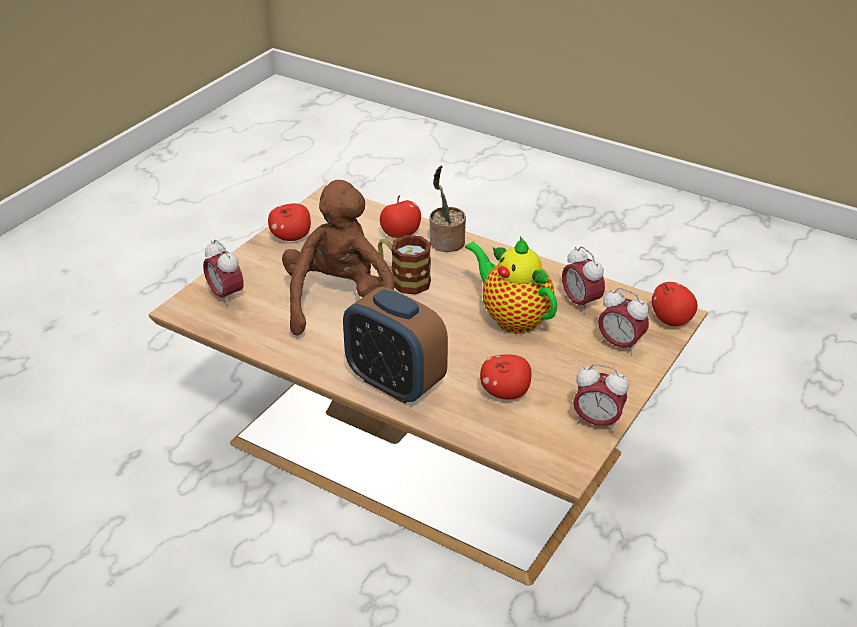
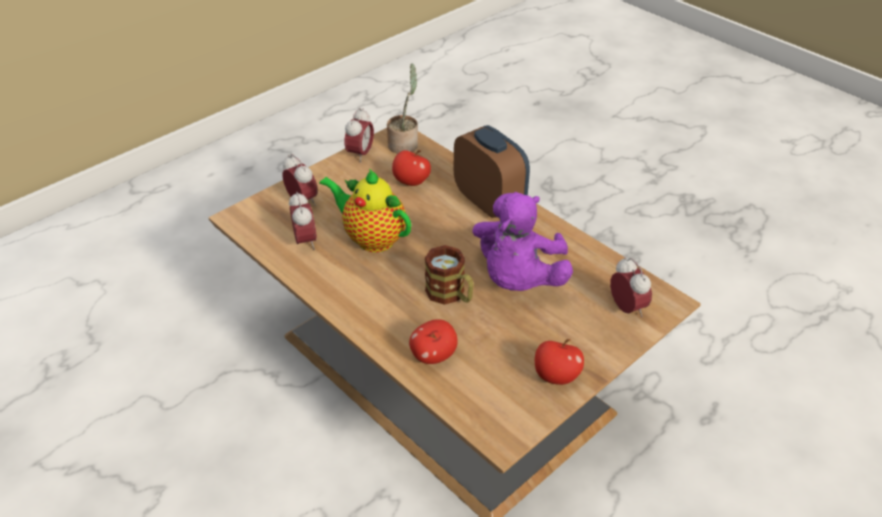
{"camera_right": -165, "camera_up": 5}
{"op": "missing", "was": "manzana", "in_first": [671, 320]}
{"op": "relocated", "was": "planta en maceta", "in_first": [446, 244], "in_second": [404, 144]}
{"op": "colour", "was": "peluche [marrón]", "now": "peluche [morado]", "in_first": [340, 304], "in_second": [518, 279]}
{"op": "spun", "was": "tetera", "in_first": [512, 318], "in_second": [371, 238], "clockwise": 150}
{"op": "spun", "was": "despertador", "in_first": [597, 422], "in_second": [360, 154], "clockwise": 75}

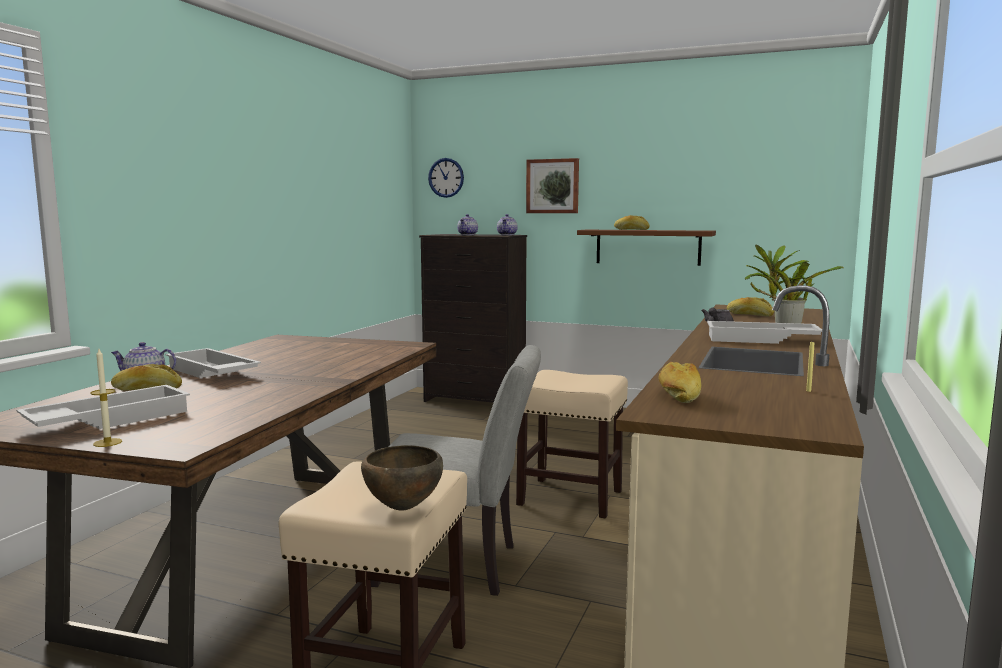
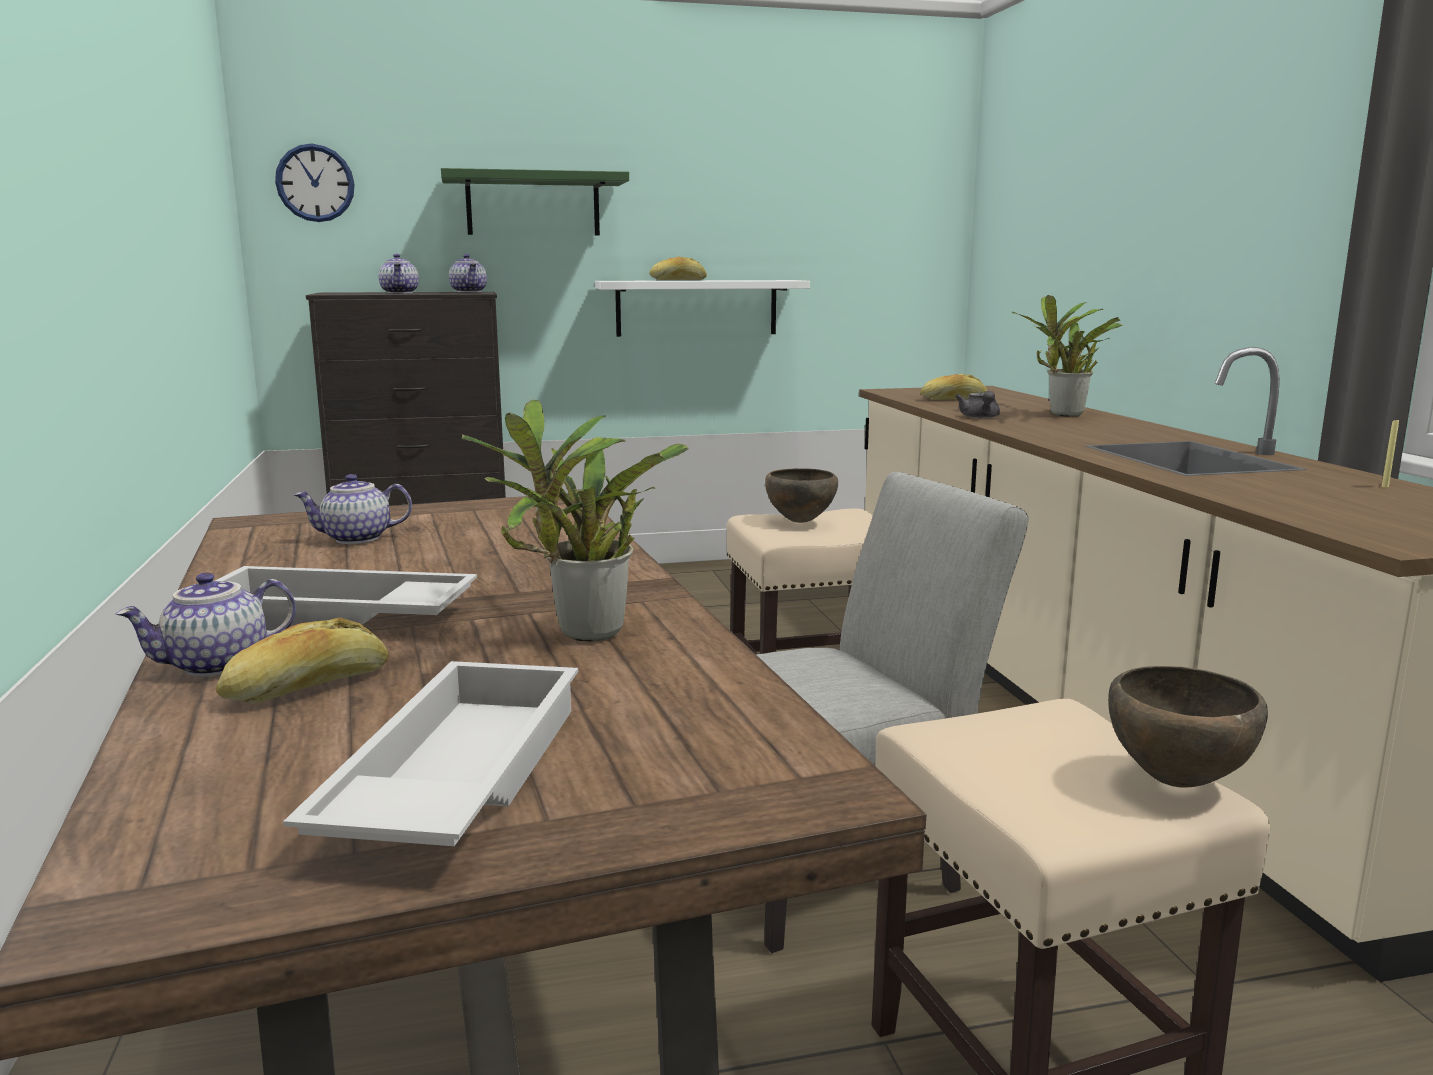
{"camera_right": -35, "camera_up": 5}
{"op": "missing", "was": "vela", "in_first": [107, 442]}
{"op": "missing", "was": "pan", "in_first": [678, 396]}
{"op": "missing", "was": "bandeja [blanco]", "in_first": [761, 340]}
{"op": "appeared", "now": "tetera", "in_second": [356, 539]}
{"op": "appeared", "now": "planta en maceta", "in_second": [583, 635]}
{"op": "appeared", "now": "cuenco [marrón]", "in_second": [799, 522]}
{"op": "exchanged", "was": "cuadro", "now": "estante [verde]", "in_first": [553, 186], "in_second": [533, 205]}
{"op": "colour", "was": "estante [marrón]", "now": "estante [blanco]", "in_first": [647, 247], "in_second": [697, 308]}

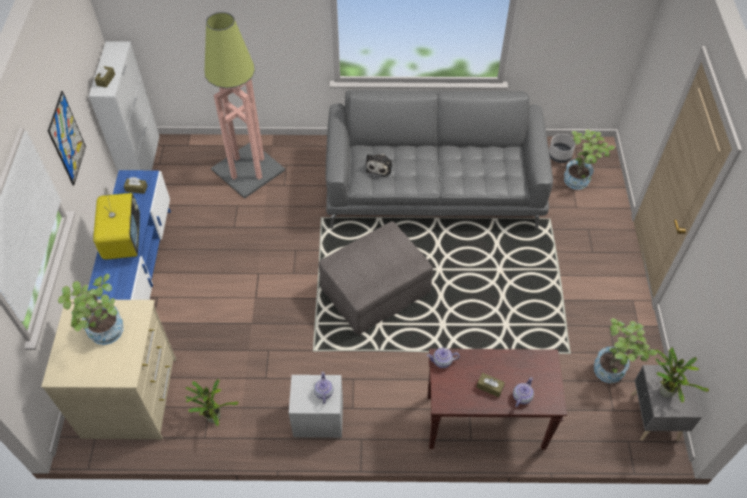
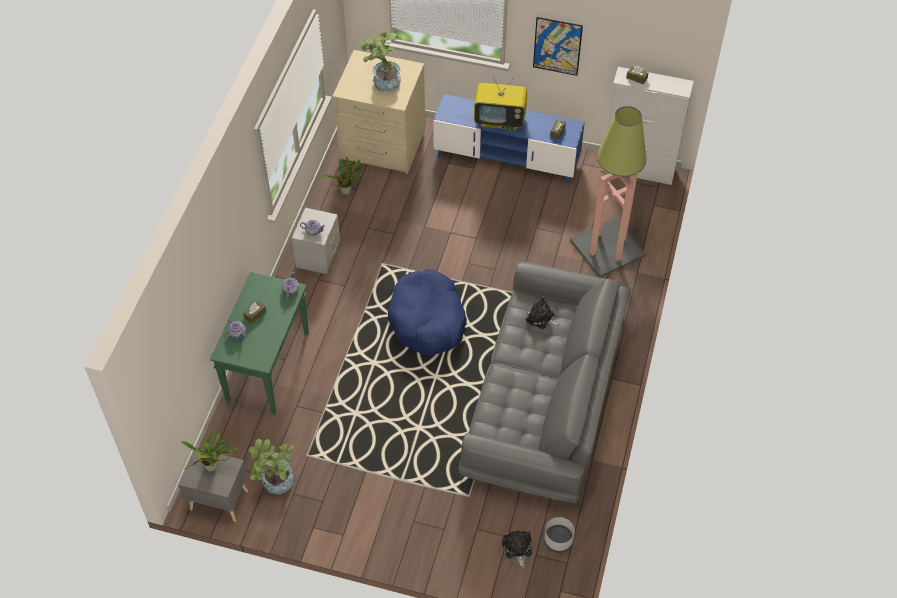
{"camera_right": 105, "camera_up": 0}
{"op": "exchanged", "was": "puf [gris]", "now": "cama para perro [azul]", "in_first": [375, 291], "in_second": [427, 320]}
{"op": "exchanged", "was": "planta en maceta", "now": "peluche", "in_first": [580, 179], "in_second": [517, 549]}
{"op": "colour", "was": "mesa consola [marrón]", "now": "mesa consola [verde]", "in_first": [484, 423], "in_second": [268, 366]}

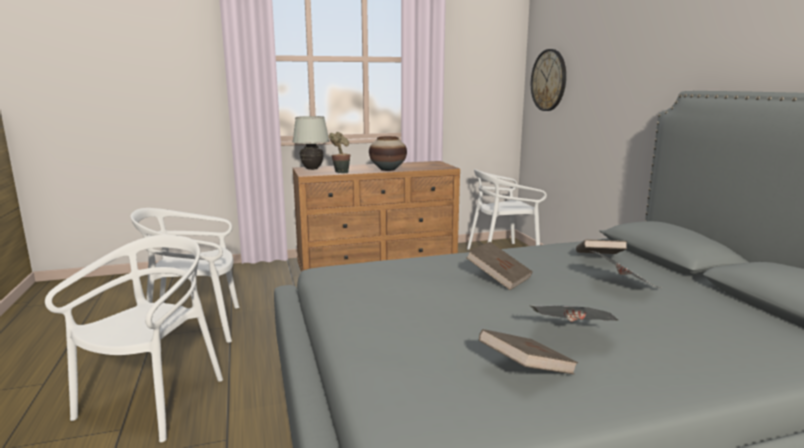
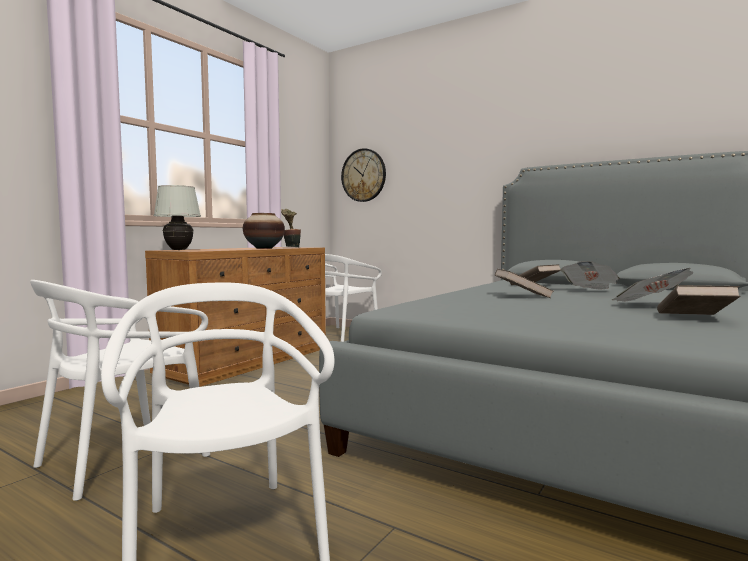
{"camera_right": -40, "camera_up": -10}
{"op": "relocated", "was": "planta en maceta", "in_first": [340, 172], "in_second": [291, 247]}

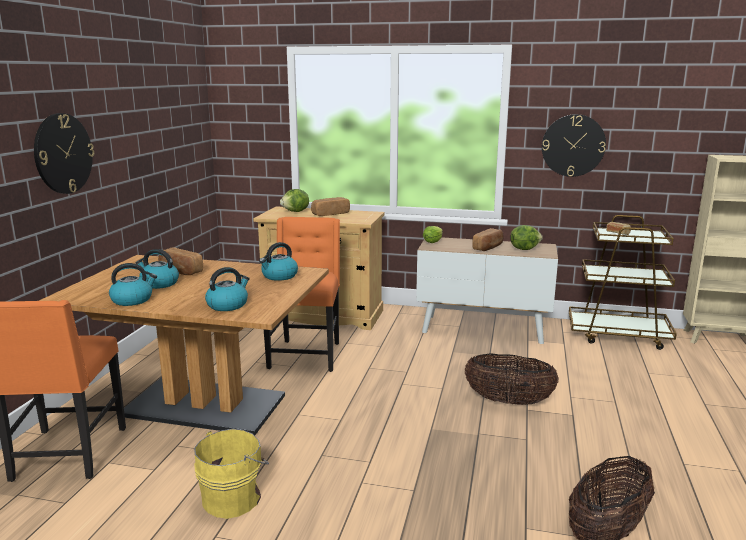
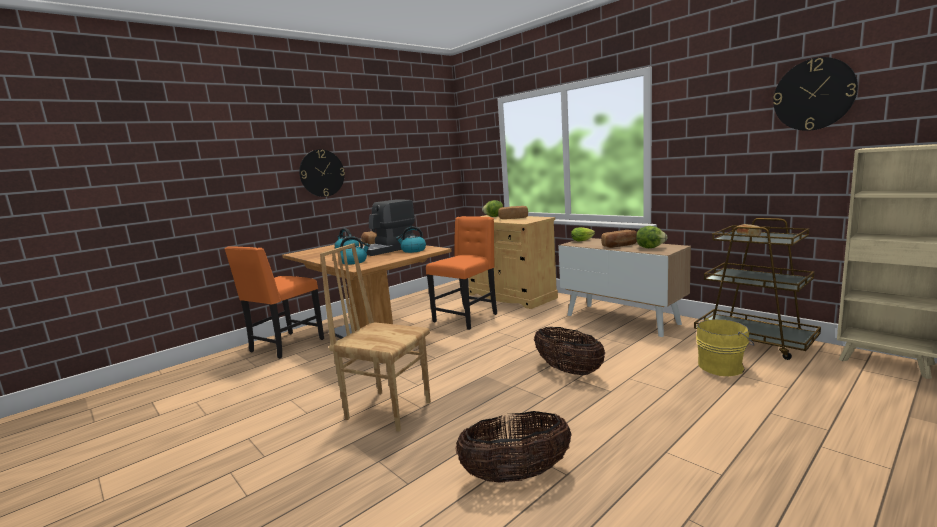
{"camera_right": 35, "camera_up": -5}
{"op": "missing", "was": "hervidor", "in_first": [133, 300]}
{"op": "appeared", "now": "silla [marrón]", "in_second": [388, 409]}
{"op": "appeared", "now": "cafetera", "in_second": [388, 249]}
{"op": "relocated", "was": "cubo [amarillo]", "in_first": [234, 497], "in_second": [723, 366]}
{"op": "relocated", "was": "reloj de pared", "in_first": [573, 145], "in_second": [813, 94]}

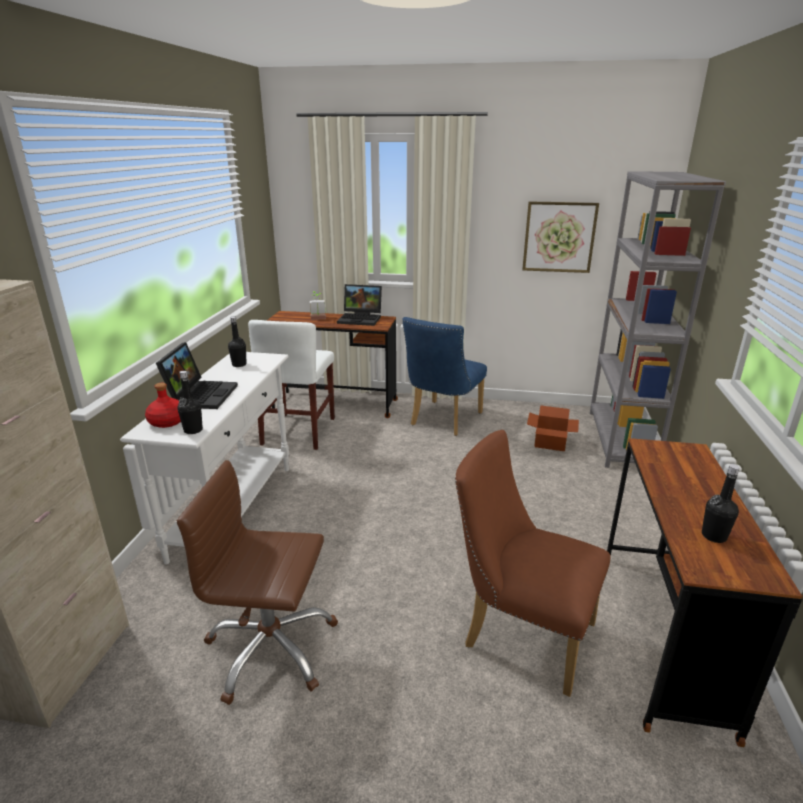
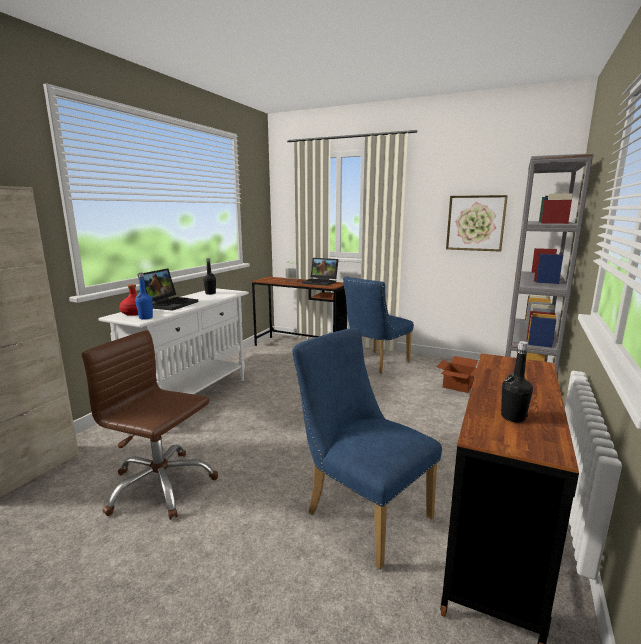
{"camera_right": 15, "camera_up": -10}
{"op": "missing", "was": "silla [blanco]", "in_first": [299, 431]}
{"op": "colour", "was": "botella [negro]", "now": "botella [azul]", "in_first": [193, 430], "in_second": [146, 318]}
{"op": "colour", "was": "silla [marrón]", "now": "silla [azul]", "in_first": [520, 632], "in_second": [361, 511]}

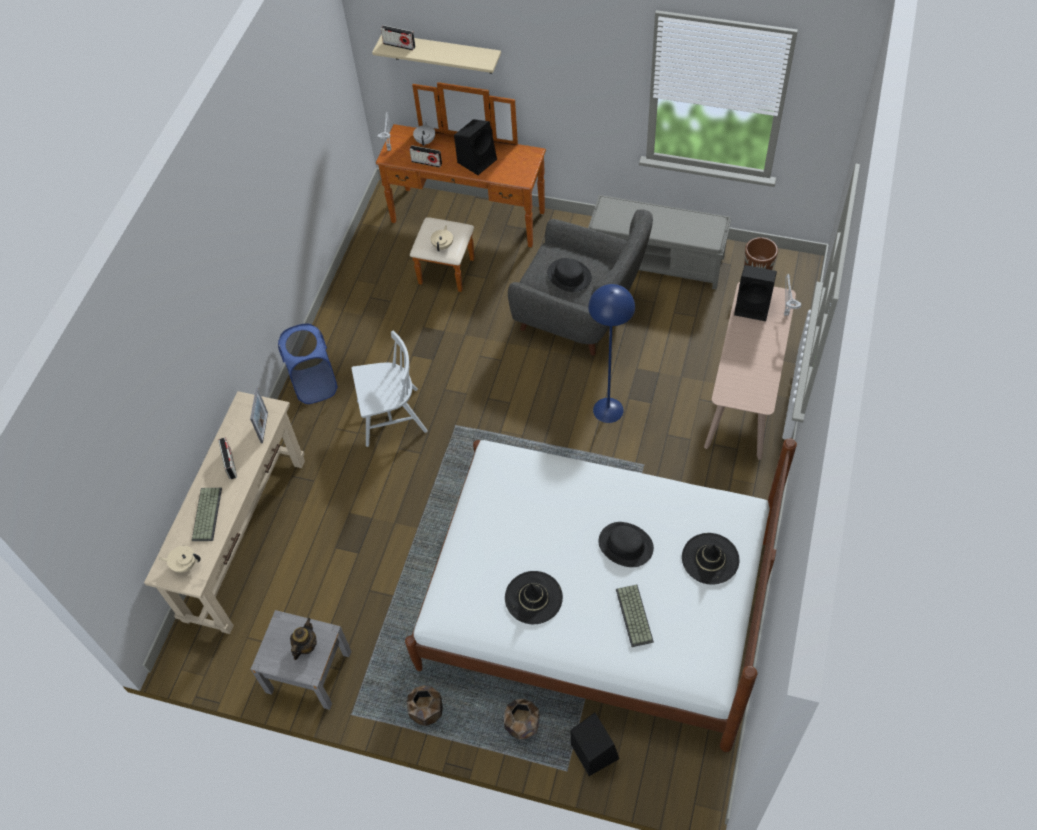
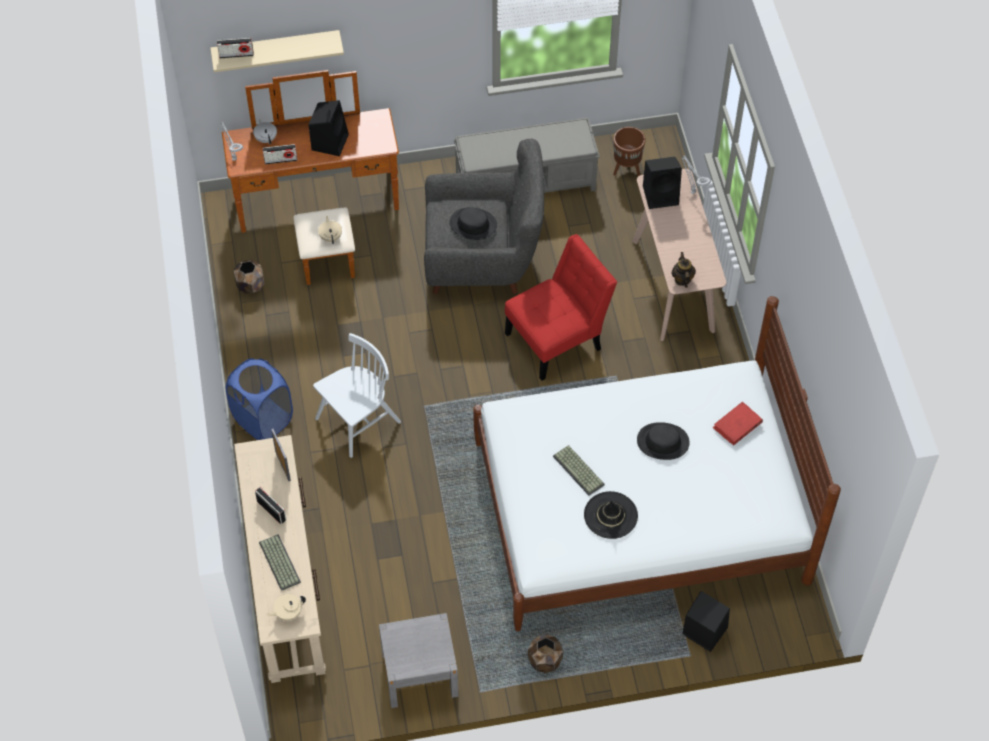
{"camera_right": -30, "camera_up": 0}
{"op": "relocated", "was": "tetera", "in_first": [305, 646], "in_second": [682, 279]}
{"op": "relocated", "was": "maceta [marrón]", "in_first": [522, 724], "in_second": [250, 285]}
{"op": "relocated", "was": "teclado", "in_first": [635, 616], "in_second": [579, 470]}
{"op": "exchanged", "was": "lámpara de pie [azul]", "now": "silla [rojo]", "in_first": [608, 410], "in_second": [558, 339]}
{"op": "exchanged", "was": "sombrero [negro]", "now": "libro [rojo]", "in_first": [710, 558], "in_second": [737, 425]}

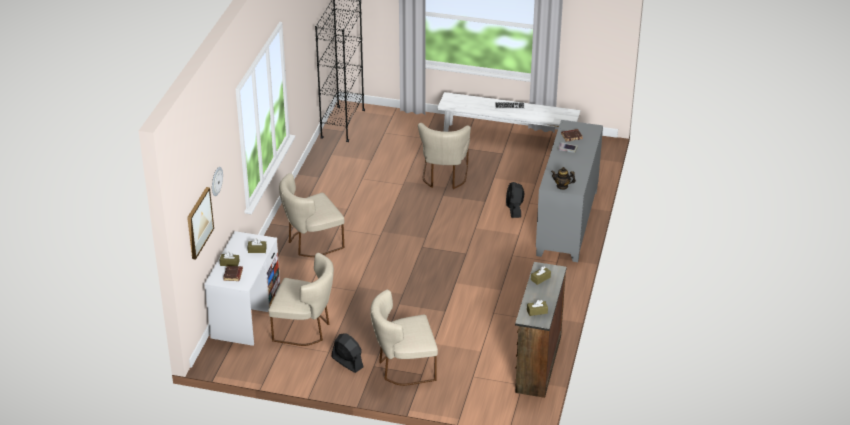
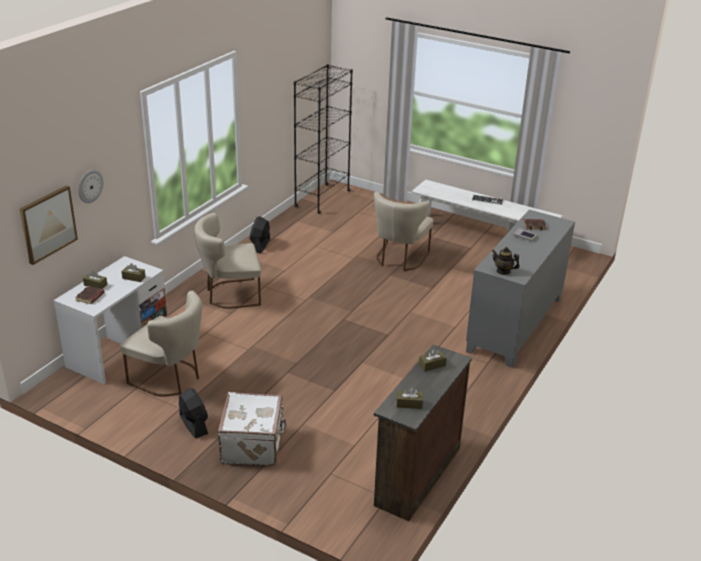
{"camera_right": 15, "camera_up": -5}
{"op": "relocated", "was": "ventilador [negro]", "in_first": [514, 209], "in_second": [260, 245]}
{"op": "exchanged", "was": "silla [beis]", "now": "maleta [blanco]", "in_first": [403, 368], "in_second": [253, 445]}

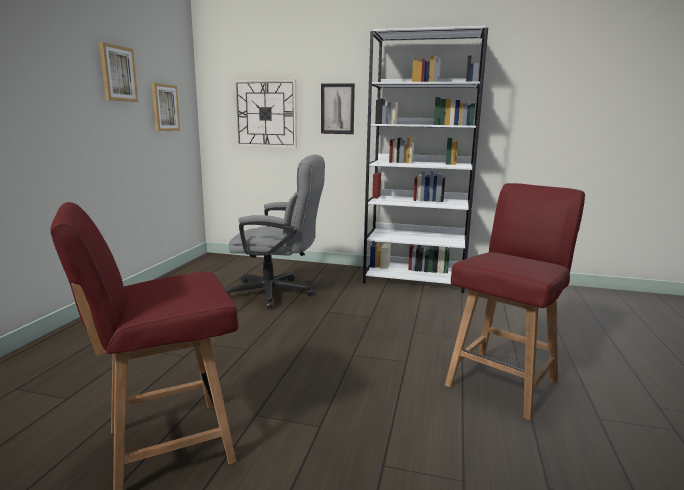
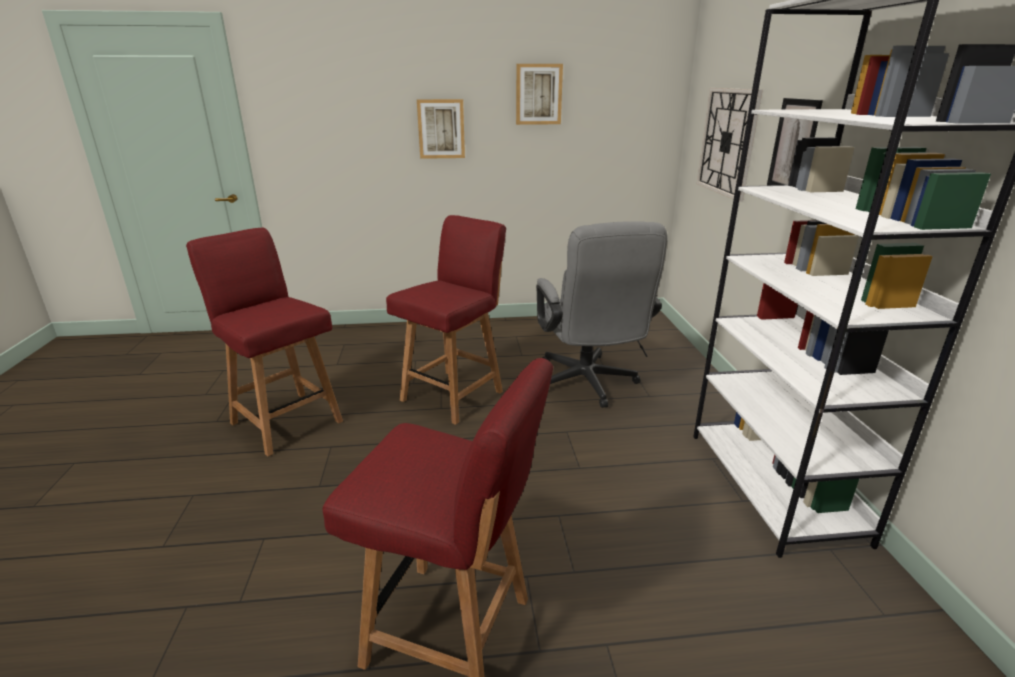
{"camera_right": 70, "camera_up": 10}
{"op": "appeared", "now": "silla [rojo]", "in_second": [454, 395]}
{"op": "relocated", "was": "cuadro", "in_first": [164, 107], "in_second": [441, 129]}

